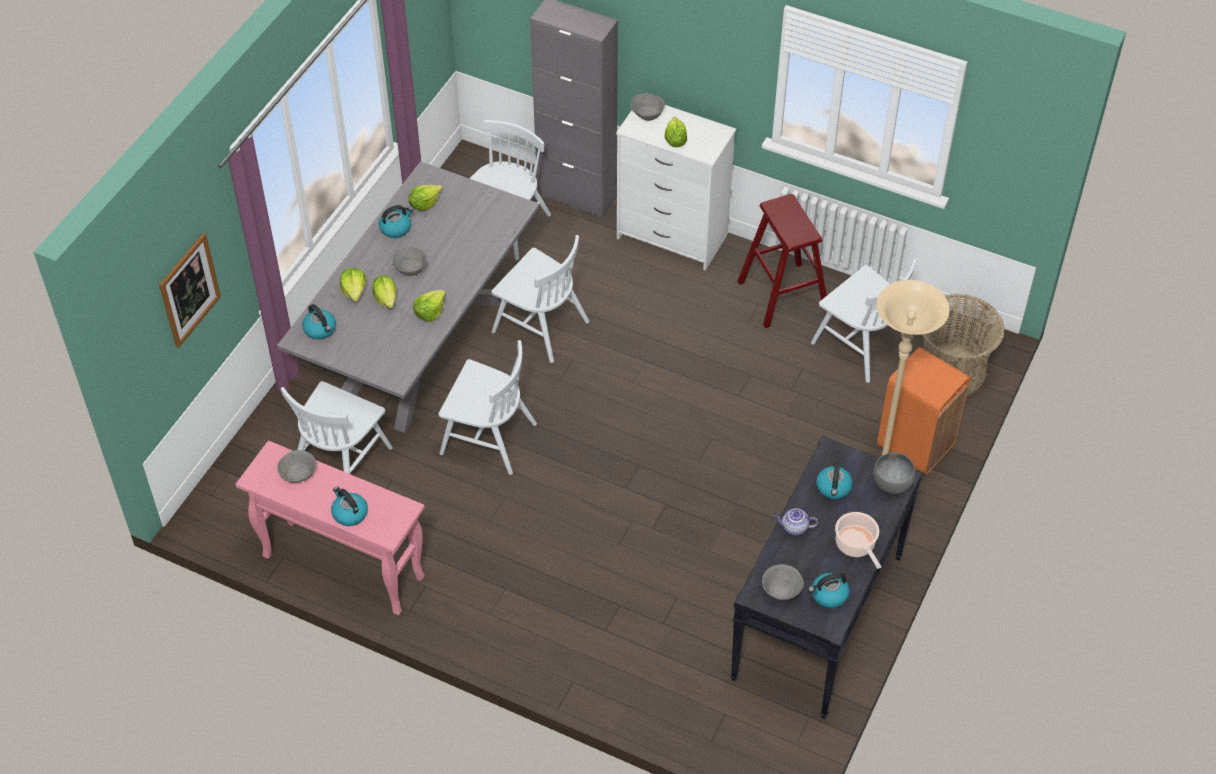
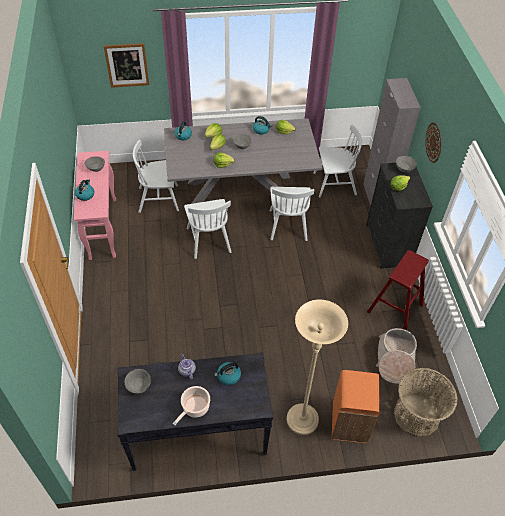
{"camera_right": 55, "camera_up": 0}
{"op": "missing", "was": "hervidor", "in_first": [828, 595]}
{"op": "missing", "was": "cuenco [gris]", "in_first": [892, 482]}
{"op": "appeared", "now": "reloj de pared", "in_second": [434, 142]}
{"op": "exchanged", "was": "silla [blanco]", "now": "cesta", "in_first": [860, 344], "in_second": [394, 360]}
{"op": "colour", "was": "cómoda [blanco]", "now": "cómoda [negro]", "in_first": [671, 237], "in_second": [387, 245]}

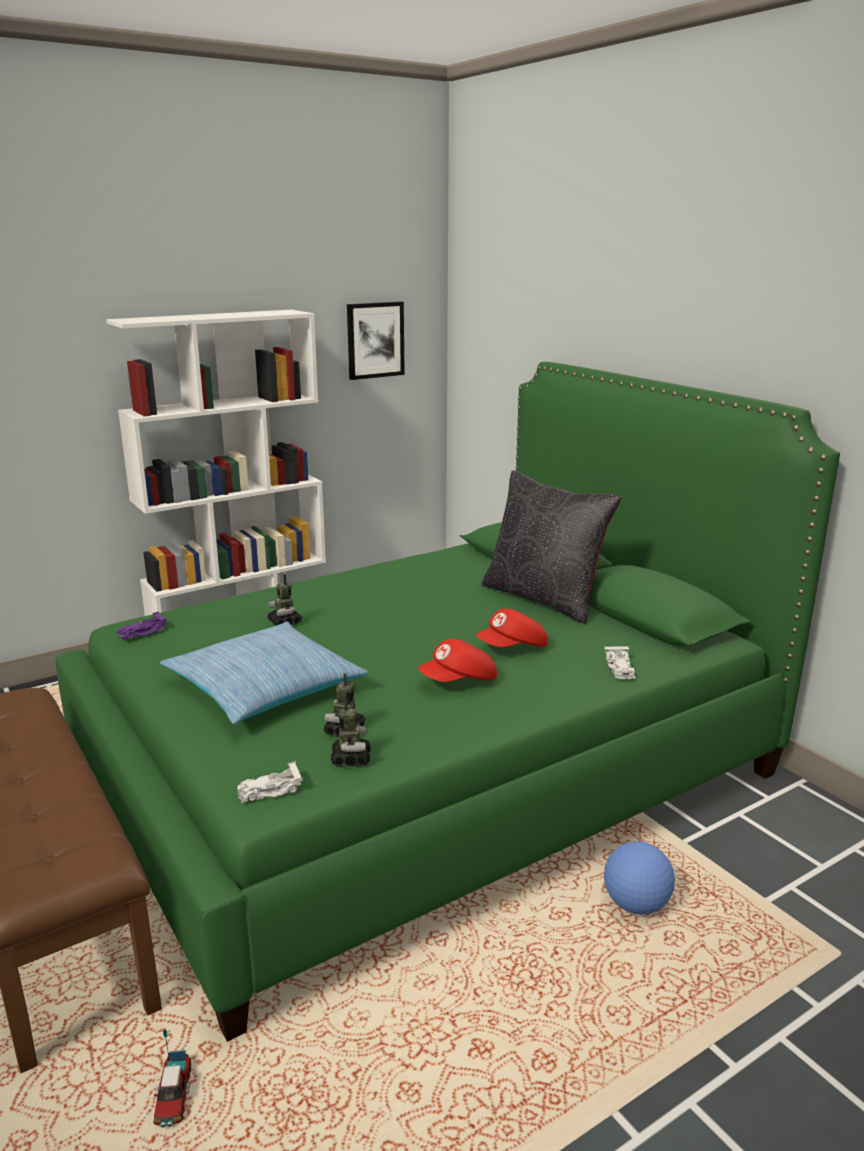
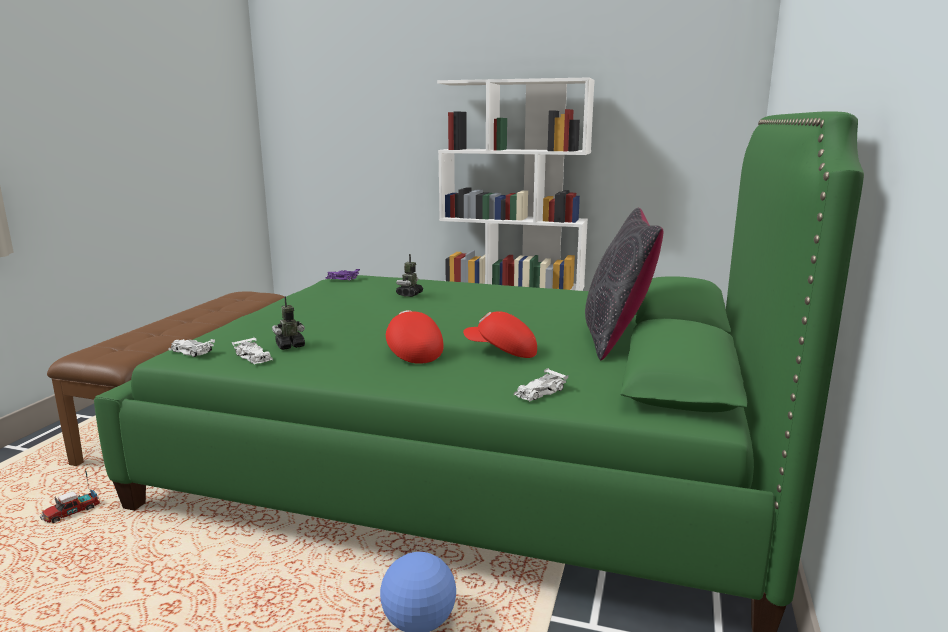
{"camera_right": 50, "camera_up": -5}
{"op": "missing", "was": "cojín", "in_first": [264, 687]}
{"op": "missing", "was": "cuadro", "in_first": [375, 340]}
{"op": "exchanged", "was": "robot de juguete", "now": "coche de juguete [blanco]", "in_first": [351, 759], "in_second": [254, 357]}
{"op": "spun", "was": "gorra [rojo]", "in_first": [459, 681], "in_second": [411, 352], "clockwise": 45}

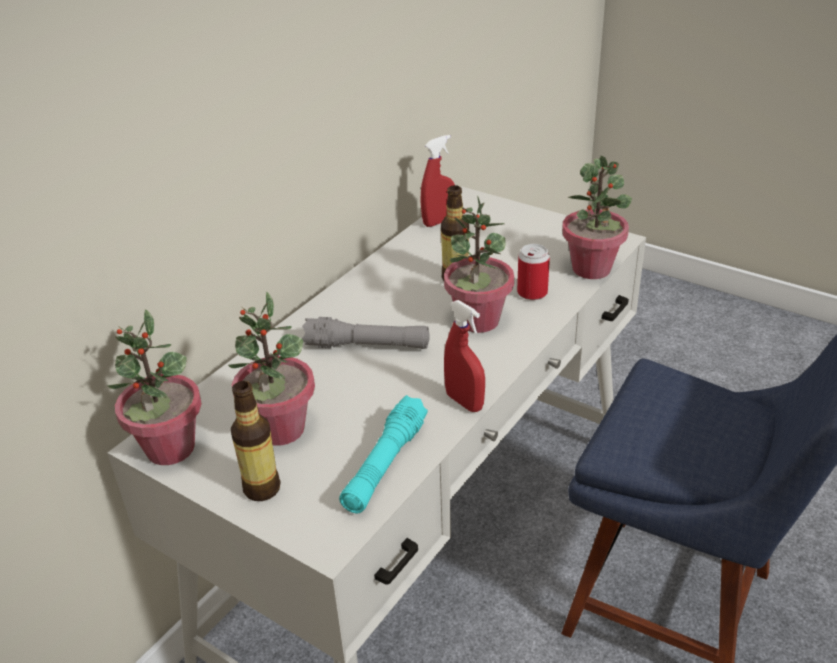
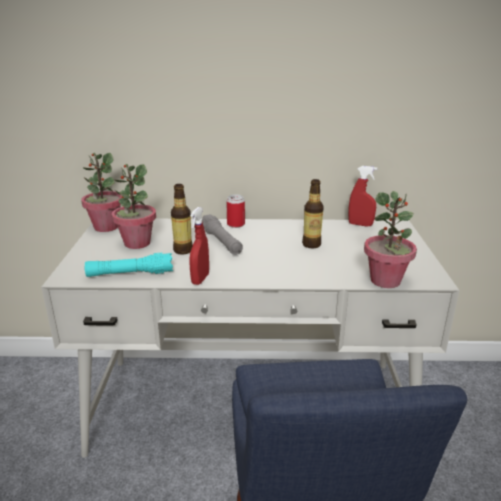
{"camera_right": 55, "camera_up": -10}
{"op": "missing", "was": "planta en maceta", "in_first": [478, 321]}
{"op": "relocated", "was": "botella", "in_first": [262, 489], "in_second": [183, 250]}
{"op": "relocated", "was": "lata", "in_first": [532, 293], "in_second": [235, 224]}

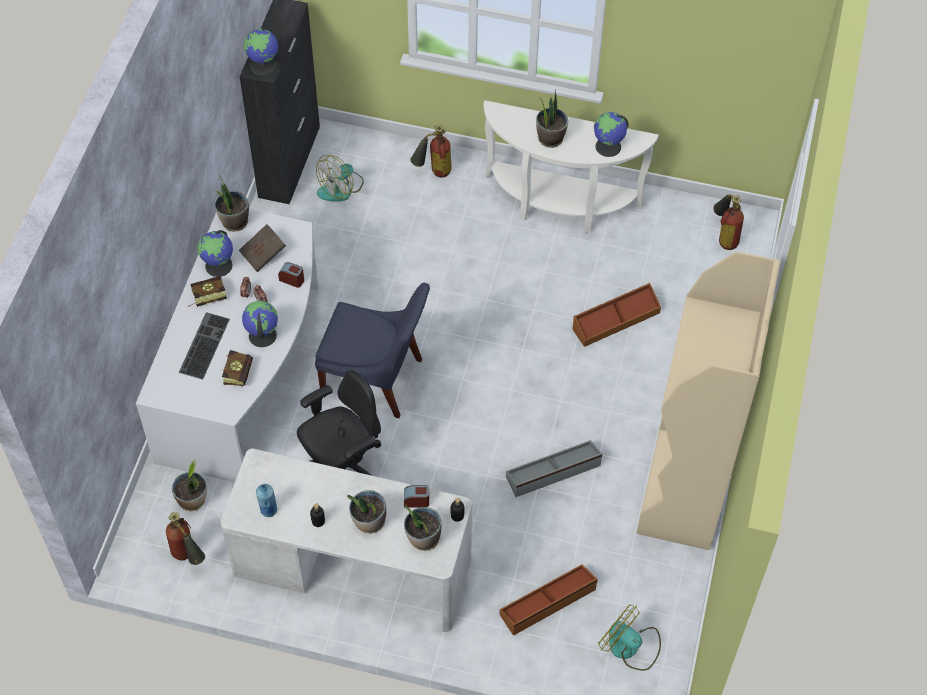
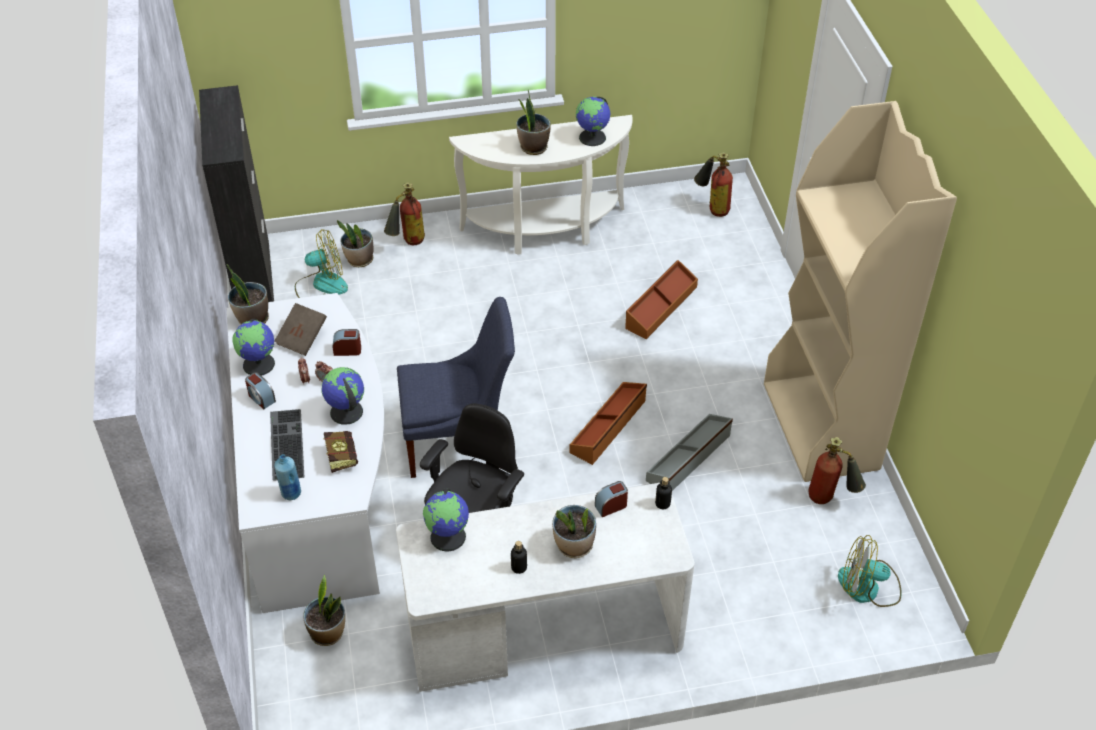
{"camera_right": -25, "camera_up": -10}
{"op": "relocated", "was": "extintor", "in_first": [188, 558], "in_second": [830, 499]}
{"op": "relocated", "was": "globo terráqueo", "in_first": [264, 65], "in_second": [448, 536]}
{"op": "relocated", "was": "botella [azul]", "in_first": [268, 510], "in_second": [291, 493]}
{"op": "relocated", "was": "planta en maceta", "in_first": [423, 538], "in_second": [359, 260]}
{"op": "relocated", "was": "caja de almacenaje [marrón]", "in_first": [548, 603], "in_second": [609, 427]}
{"op": "exchanged", "was": "libro", "now": "despertador", "in_first": [205, 297], "in_second": [261, 398]}
{"op": "spun", "was": "ventilador", "in_first": [341, 188], "in_second": [321, 286], "clockwise": -120}

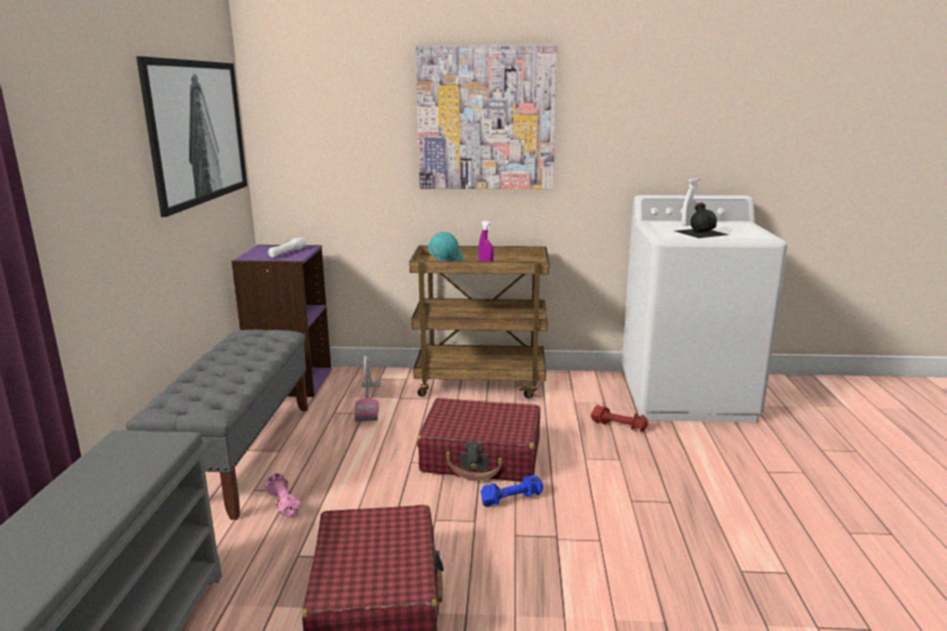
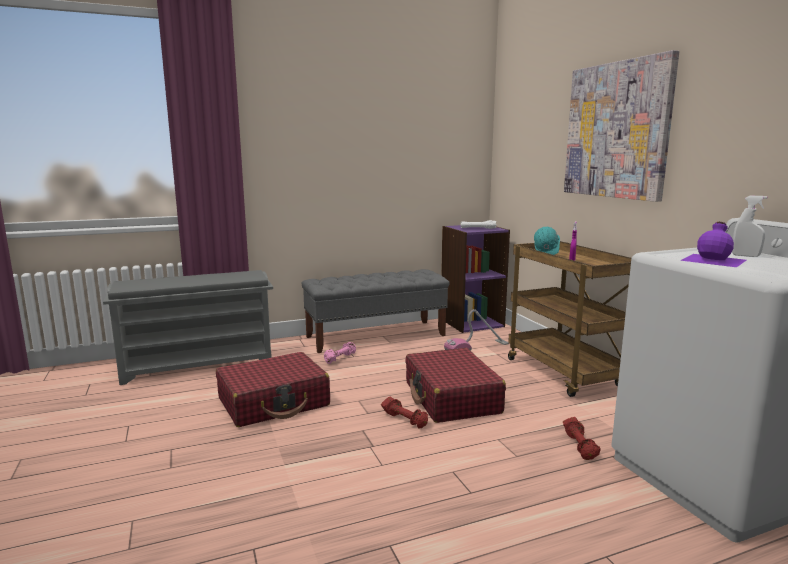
{"camera_right": 65, "camera_up": -5}
{"op": "missing", "was": "cuadro", "in_first": [198, 132]}
{"op": "colour", "was": "mancuerna [azul]", "now": "mancuerna [rojo]", "in_first": [511, 499], "in_second": [405, 420]}
{"op": "colour", "was": "botella [negro]", "now": "botella [morado]", "in_first": [701, 232], "in_second": [714, 260]}

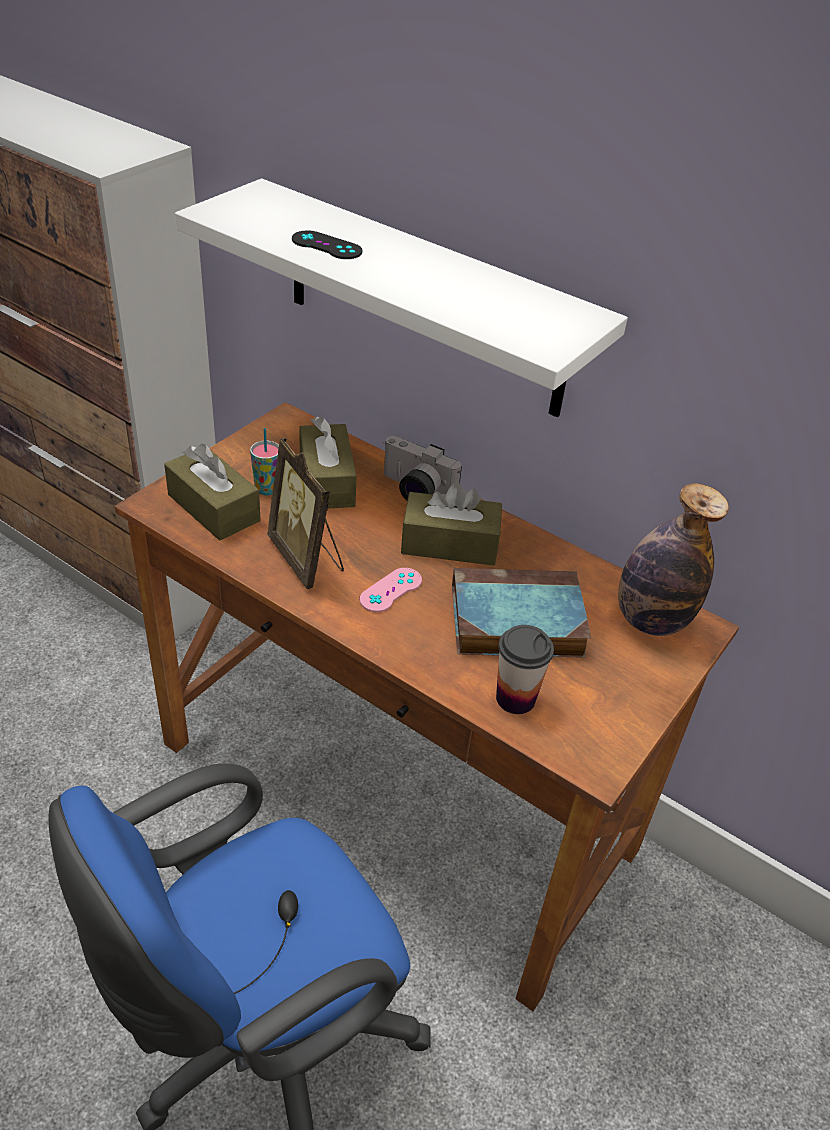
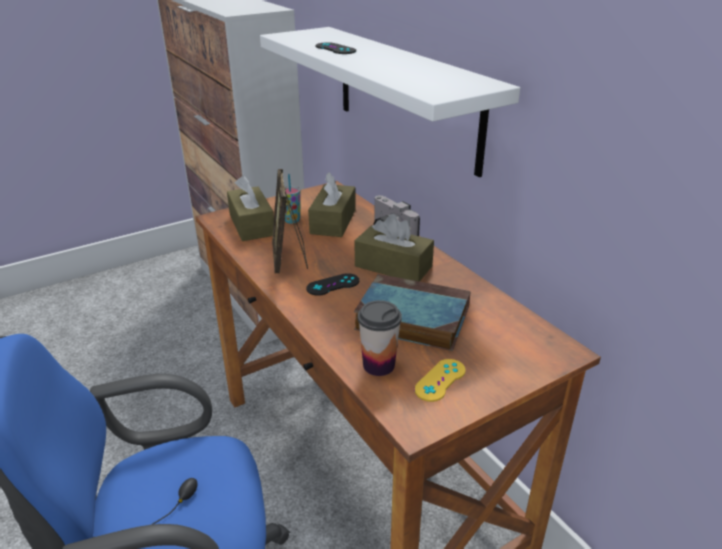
{"camera_right": 25, "camera_up": -10}
{"op": "missing", "was": "botella", "in_first": [651, 620]}
{"op": "appeared", "now": "mando de consola [amarillo]", "in_second": [440, 380]}
{"op": "colour", "was": "mando de consola [rosa]", "now": "mando de consola [negro]", "in_first": [391, 590], "in_second": [333, 285]}

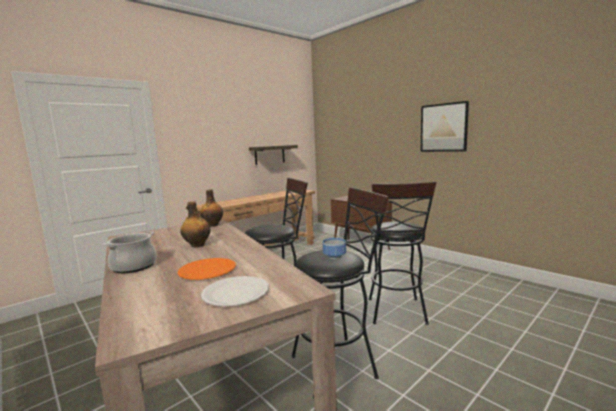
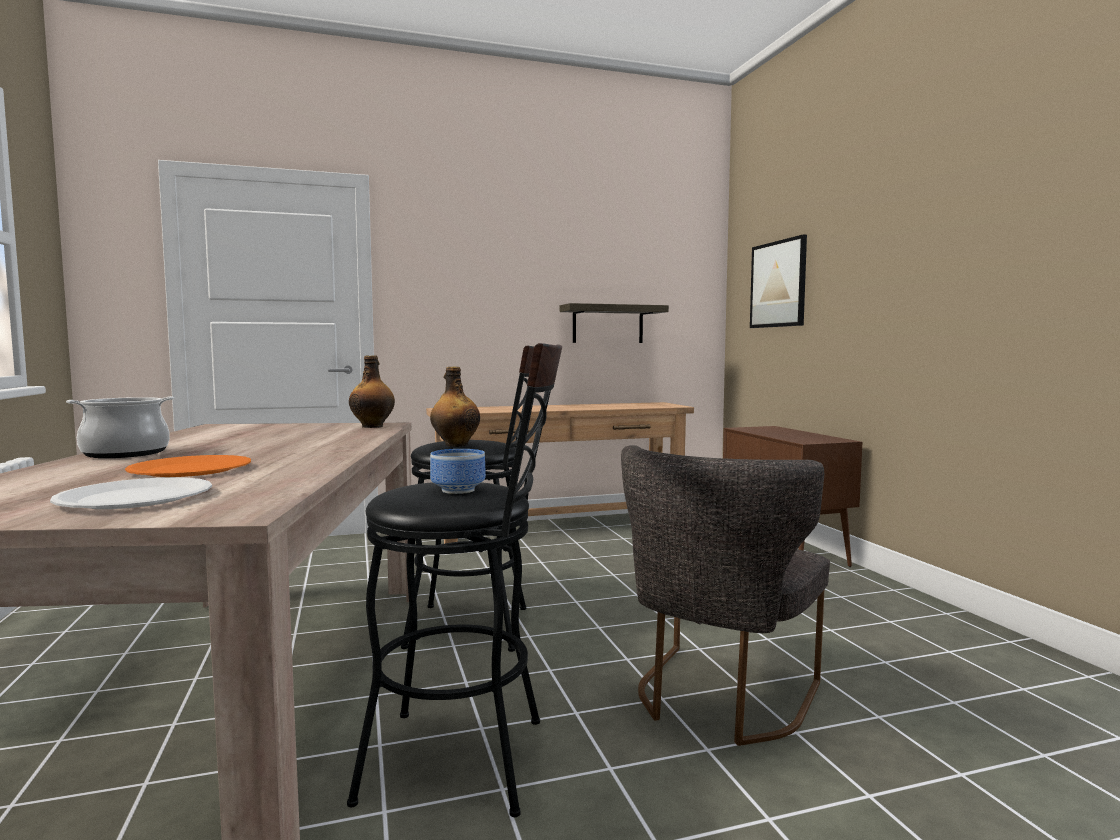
{"camera_right": 25, "camera_up": -5}
{"op": "relocated", "was": "botella", "in_first": [197, 245], "in_second": [455, 445]}
{"op": "relocated", "was": "cuadro", "in_first": [443, 127], "in_second": [778, 284]}
{"op": "exchanged", "was": "taburete [negro]", "now": "silla [gris]", "in_first": [397, 313], "in_second": [718, 699]}

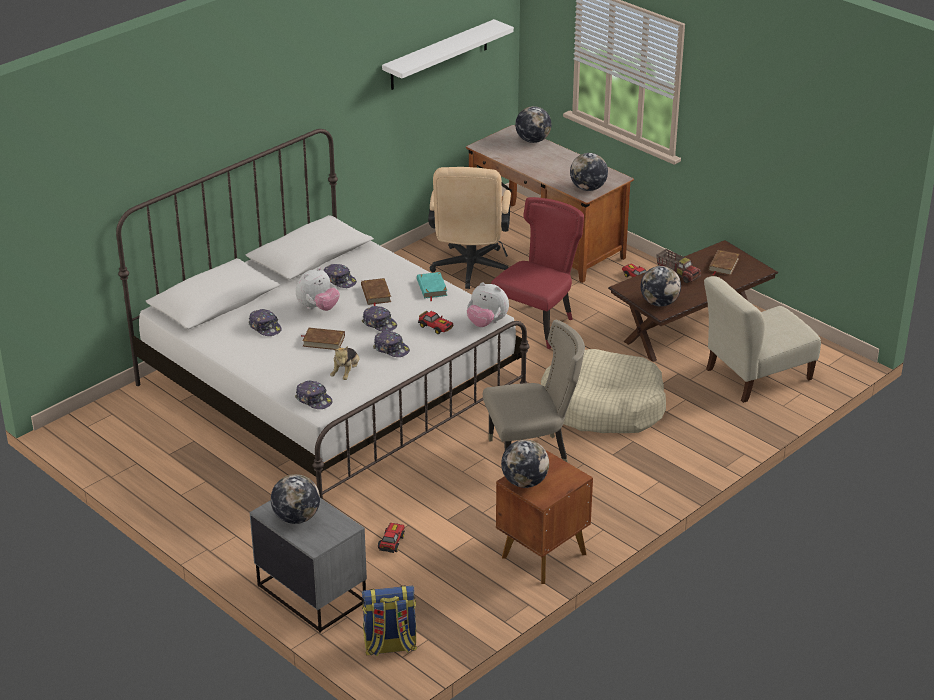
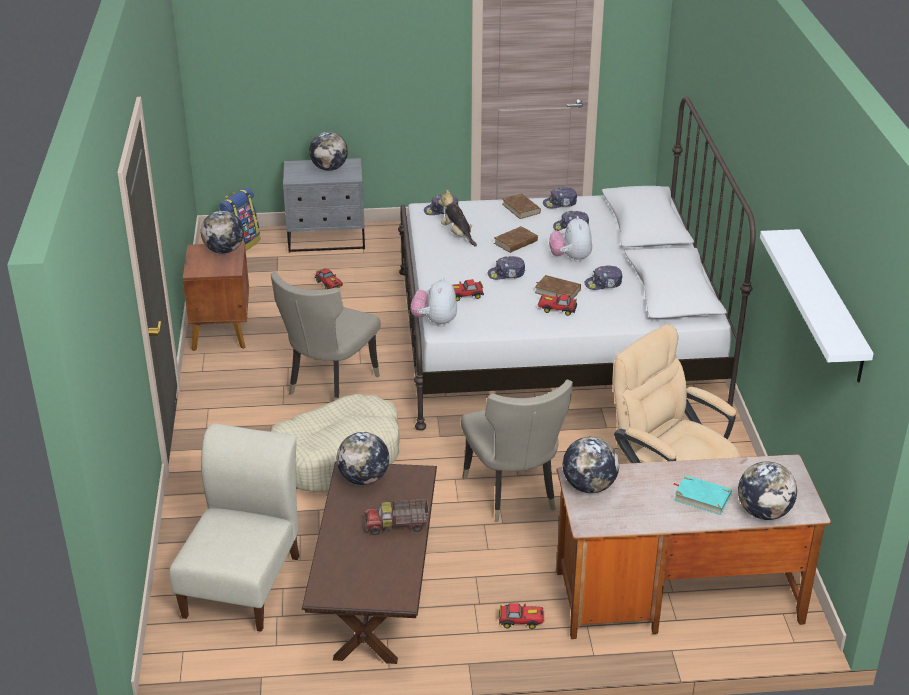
{"camera_right": 130, "camera_up": 0}
{"op": "appeared", "now": "coche de juguete", "in_second": [557, 309]}
{"op": "relocated", "was": "gorra", "in_first": [391, 349], "in_second": [560, 203]}
{"op": "relocated", "was": "libro [turquesa]", "in_first": [431, 288], "in_second": [702, 497]}
{"op": "relocated", "was": "libro [marrón]", "in_first": [723, 265], "in_second": [521, 208]}
{"op": "colour", "was": "silla [rojo]", "now": "silla [beis]", "in_first": [538, 324], "in_second": [514, 494]}
{"op": "spun", "was": "peluche", "in_first": [487, 323], "in_second": [435, 321], "clockwise": -60}

